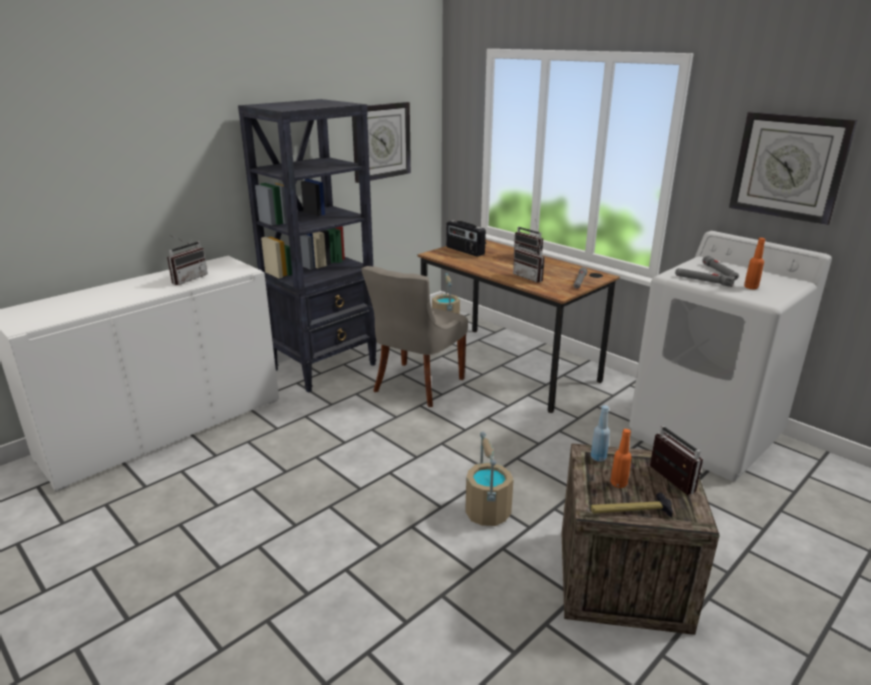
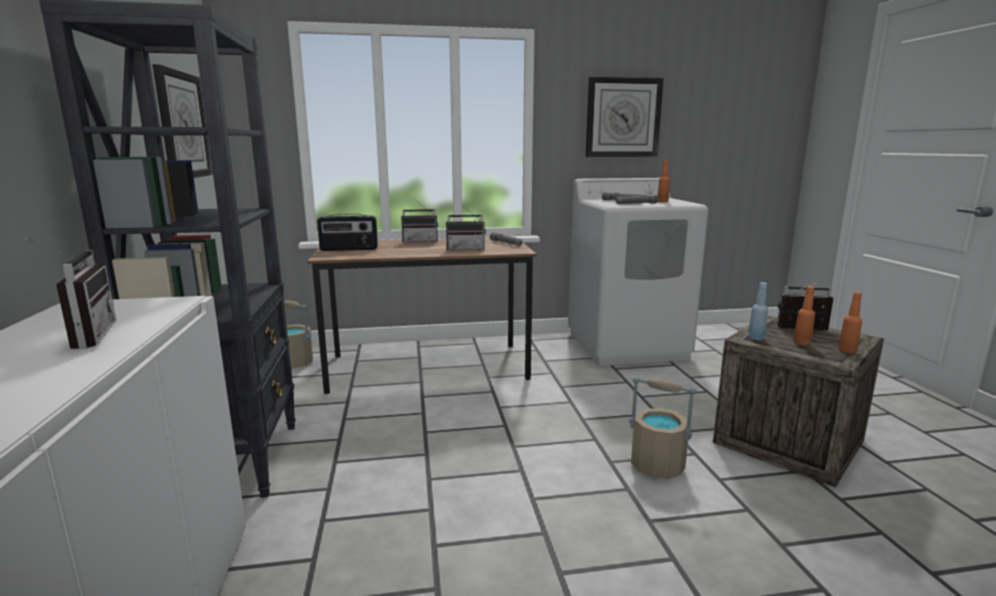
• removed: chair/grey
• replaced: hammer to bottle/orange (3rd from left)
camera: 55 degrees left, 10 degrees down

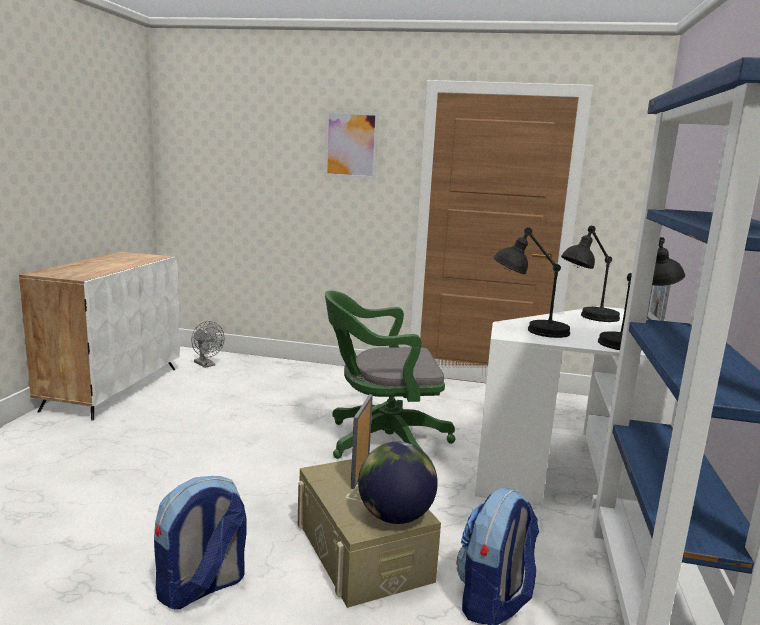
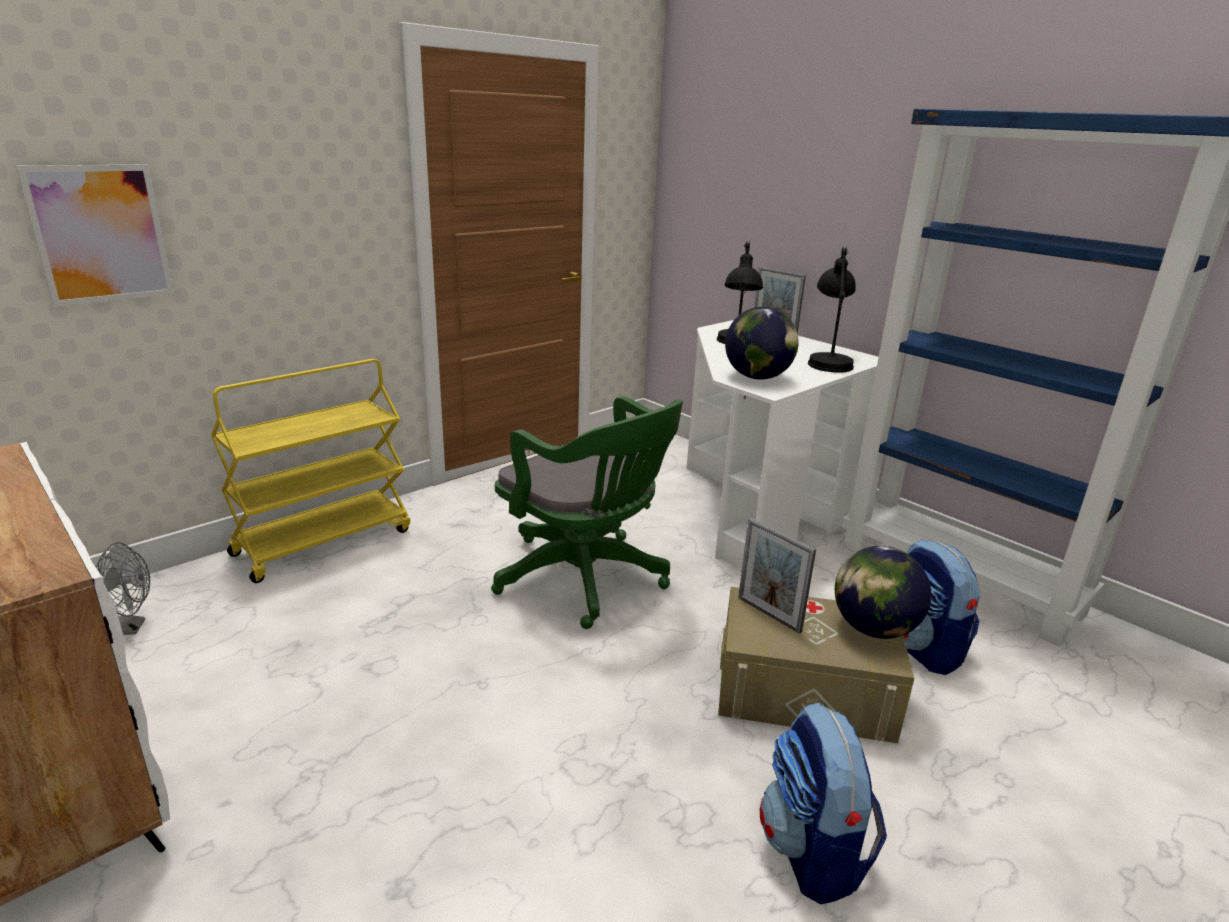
• added: cart/yellow
• moved: picture
• replaced: table lamp/black (1st from left) to globe (1st from left)
• turned: office chair/green 75 degrees counterclockwise
camera: 55 degrees left, 10 degrees up

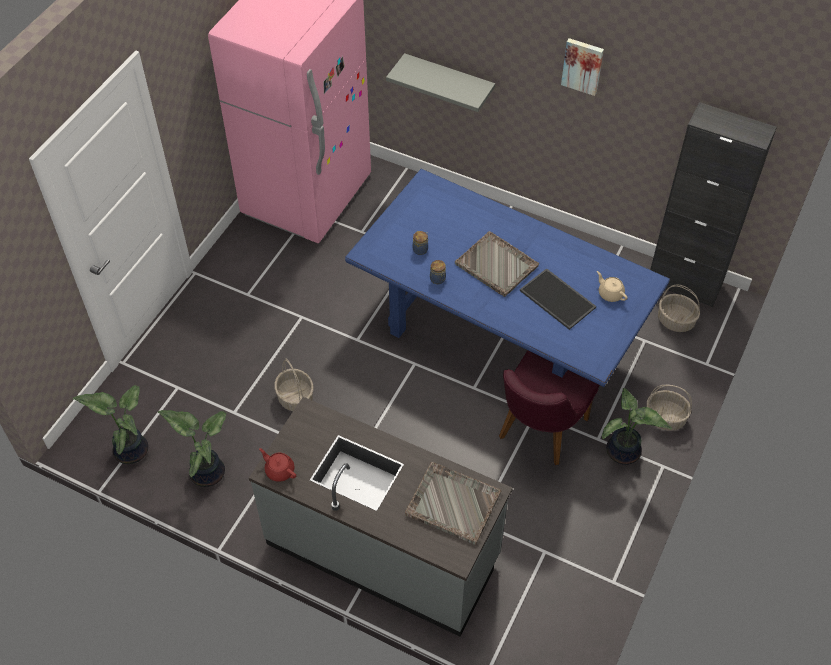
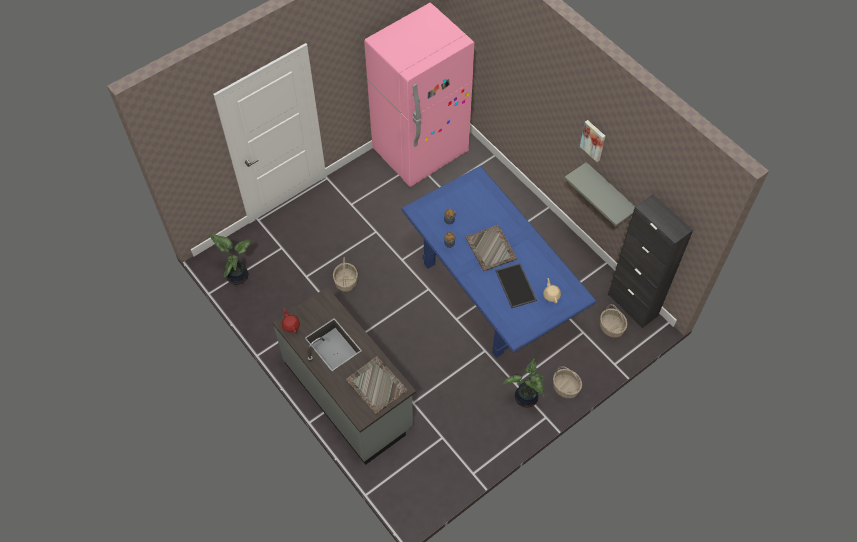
• removed: potted plant (2nd from left)
• removed: chair/purple
• moved: shelf/grey
camera: 25 degrees right, 5 degrees up

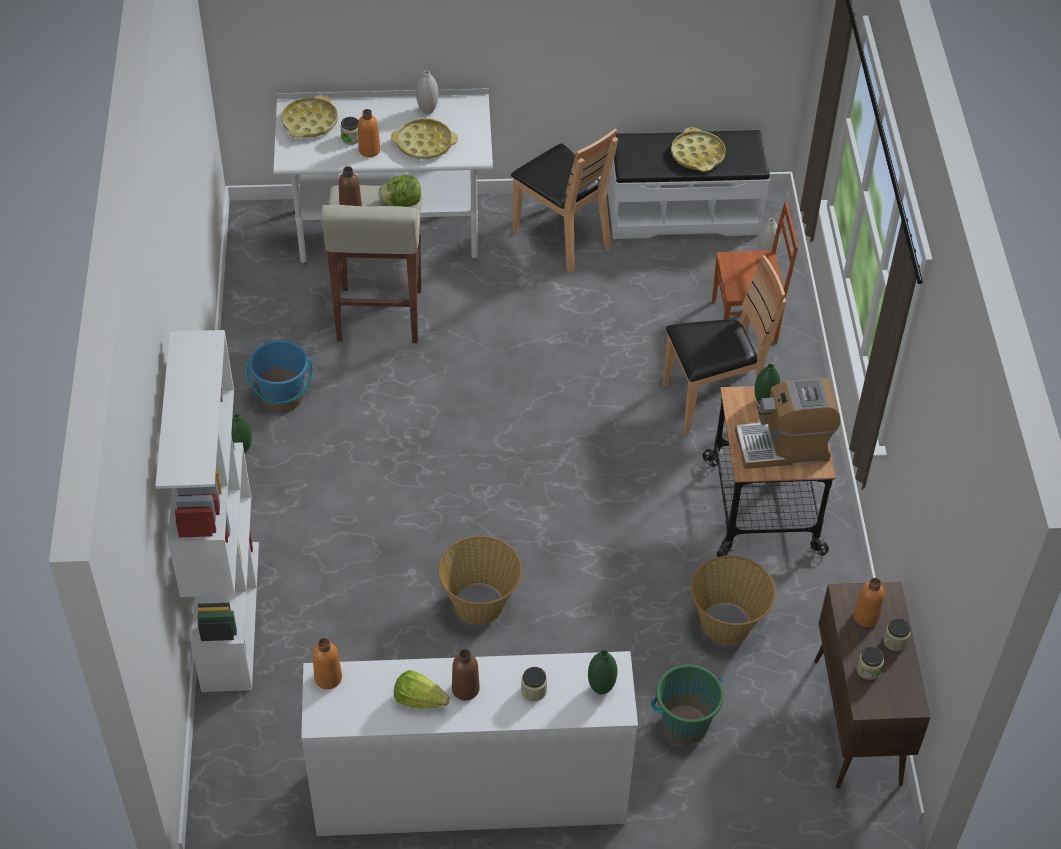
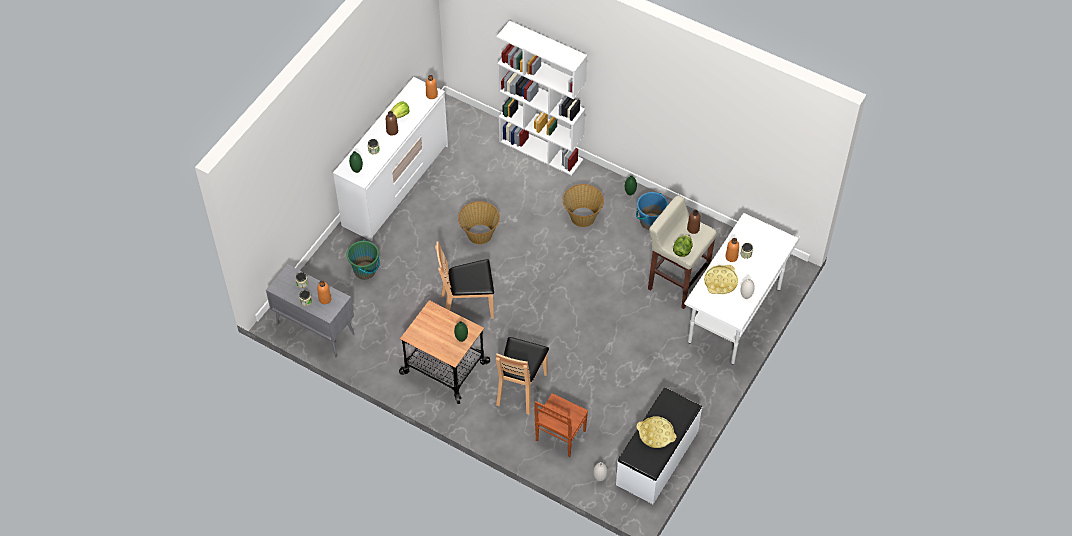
• removed: tray/yellow (1st from left)
• removed: coffee machine
• moved: chair/brown (1st from left)
• moved: basket (2nd from left)
• recoloured: cabinet/brown to cabinet/grey
camera: 125 degrees right, 5 degrees up

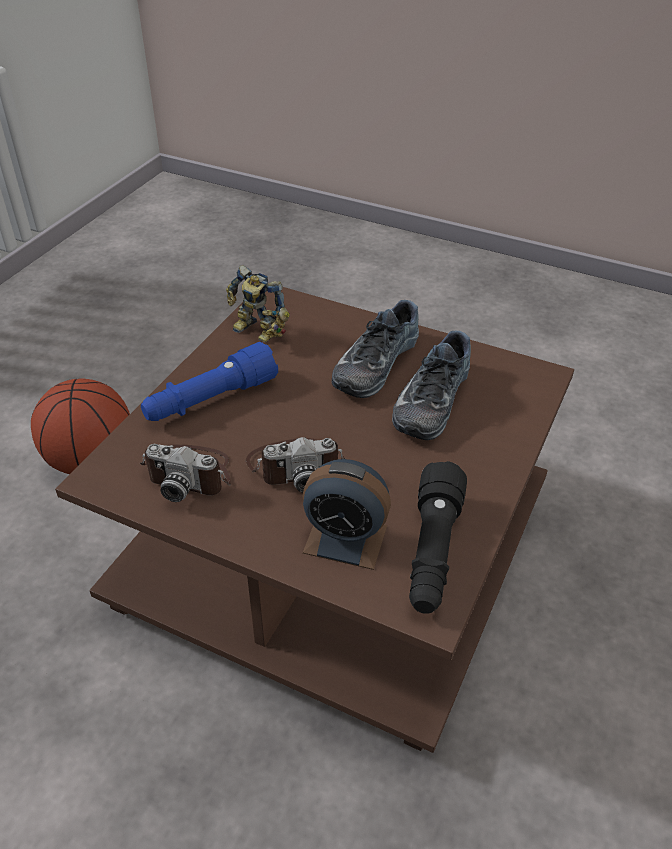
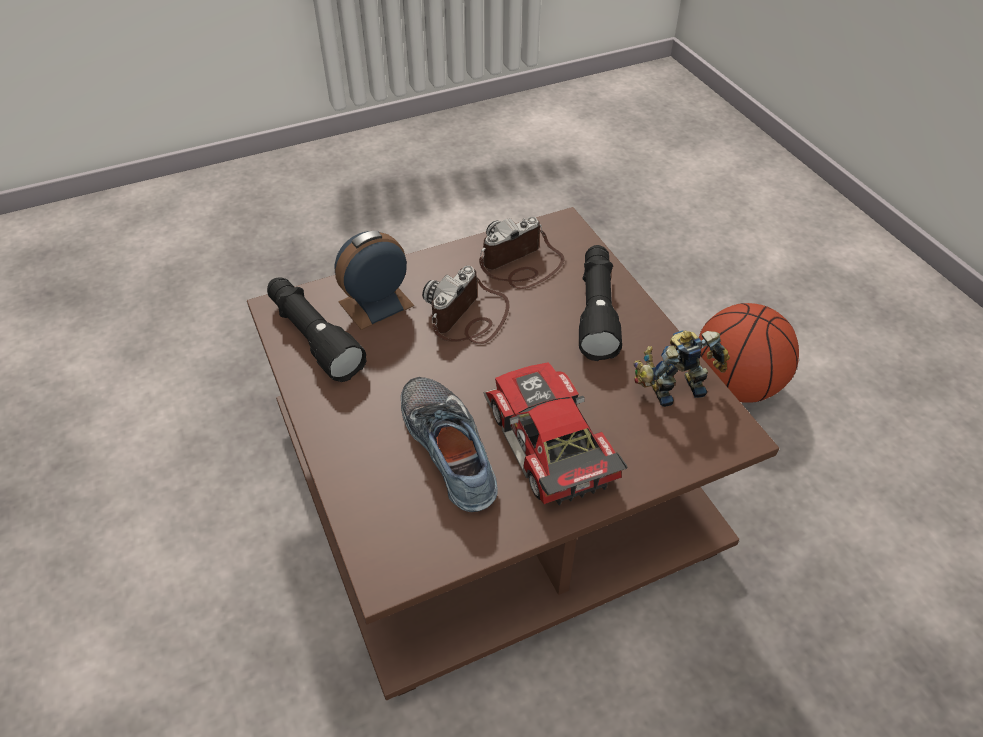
• replaced: shoe (1st from left) to toy car
• recoloured: flashlight/blue to flashlight/black (2nd from left)
camera: 130 degrees right, 5 degrees up

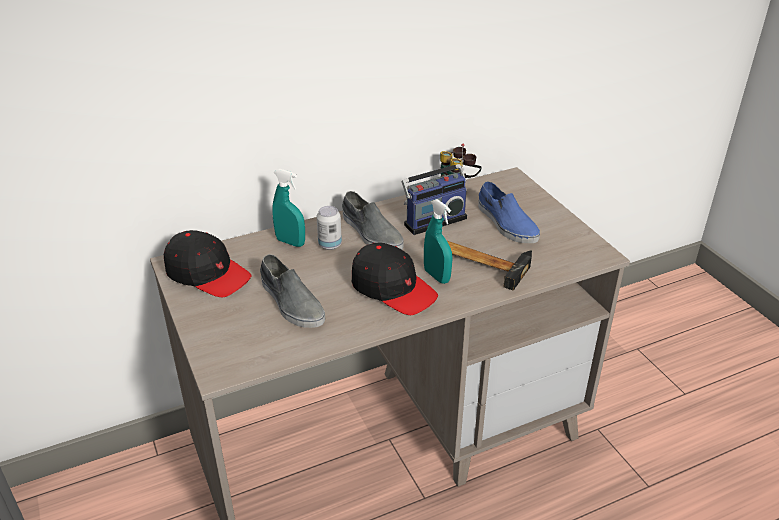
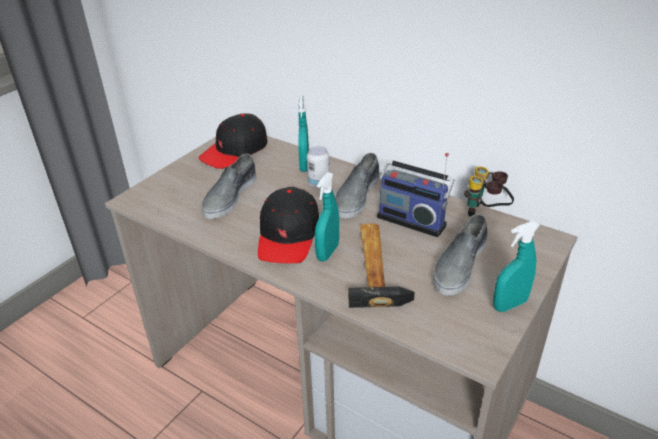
• added: spray bottle/turquoise (3rd from left)
• recoloured: shoe/blue to shoe/grey (3rd from left)
• turned: cap/black (1st from left) 45 degrees clockwise
camera: 60 degrees right, 0 degrees up

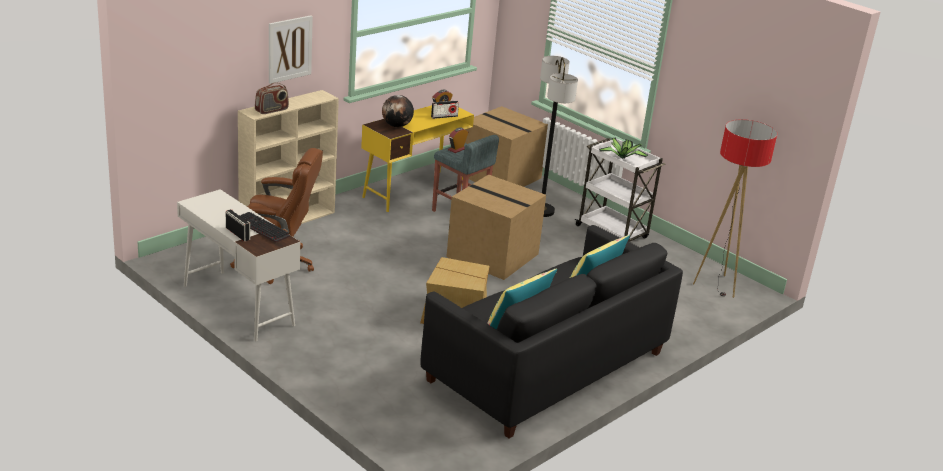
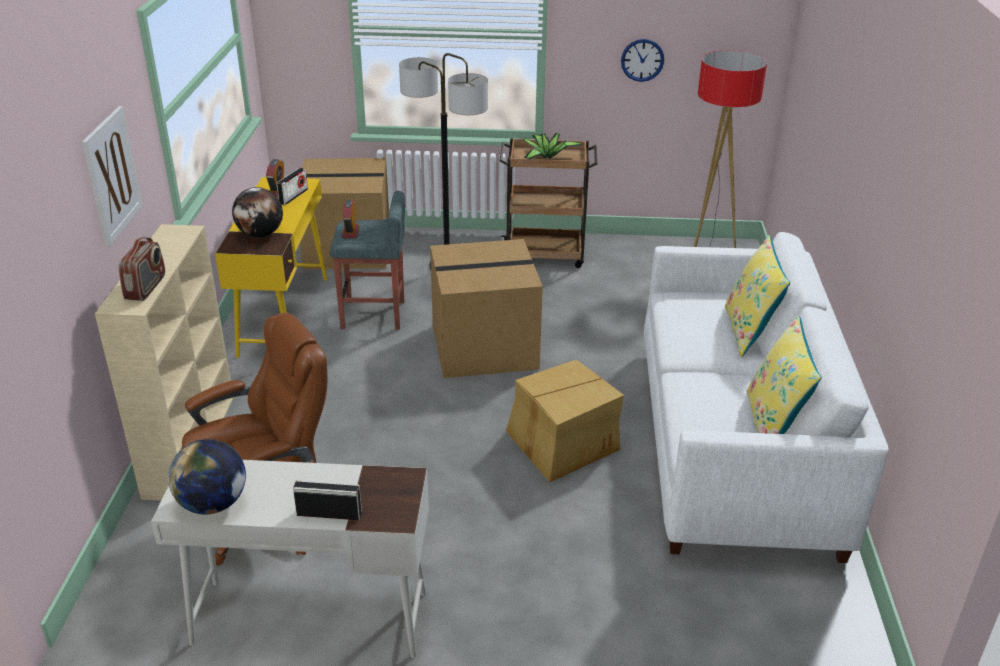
• removed: keyboard
• added: globe (1st from left)
• added: wall clock
• recoloured: sofa/black to sofa/white
• recoloured: cart/white to cart/brown
camera: 40 degrees left, 5 degrees up

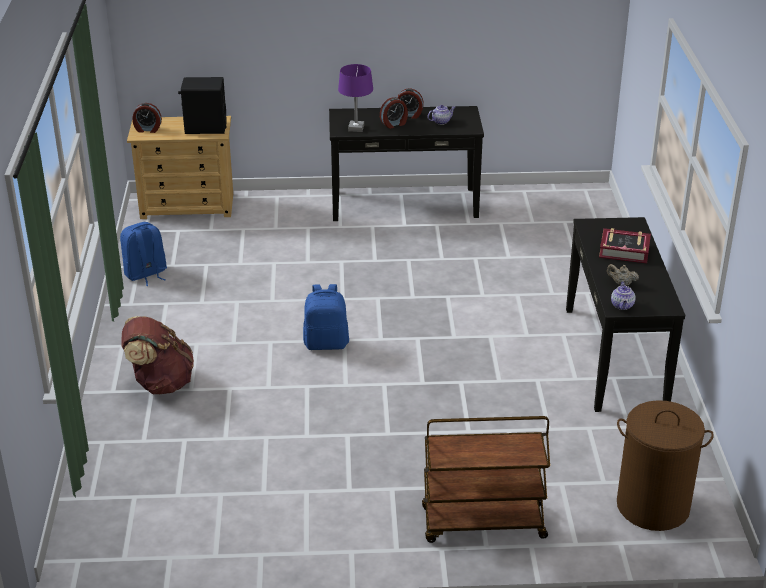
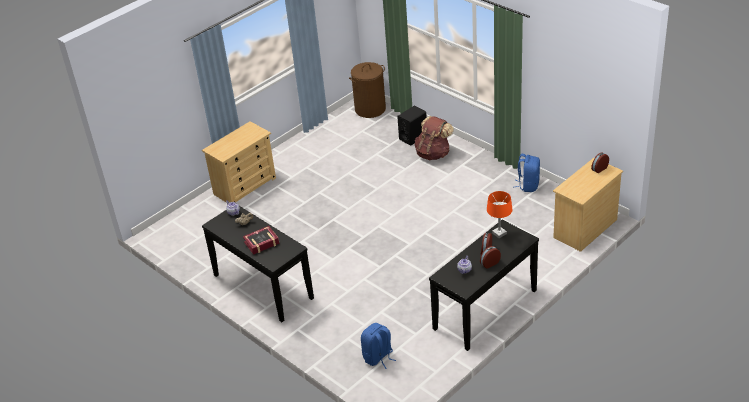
• moved: speaker/black
• moved: backpack/blue (2nd from left in the first image) to backpack/blue (1st from left)
• moved: laundry basket/brown
• replaced: cart/brown to dresser/beige (1st from left)
• recoloured: table lamp/purple to table lamp/orange
camera: 140 degrees right, 5 degrees up

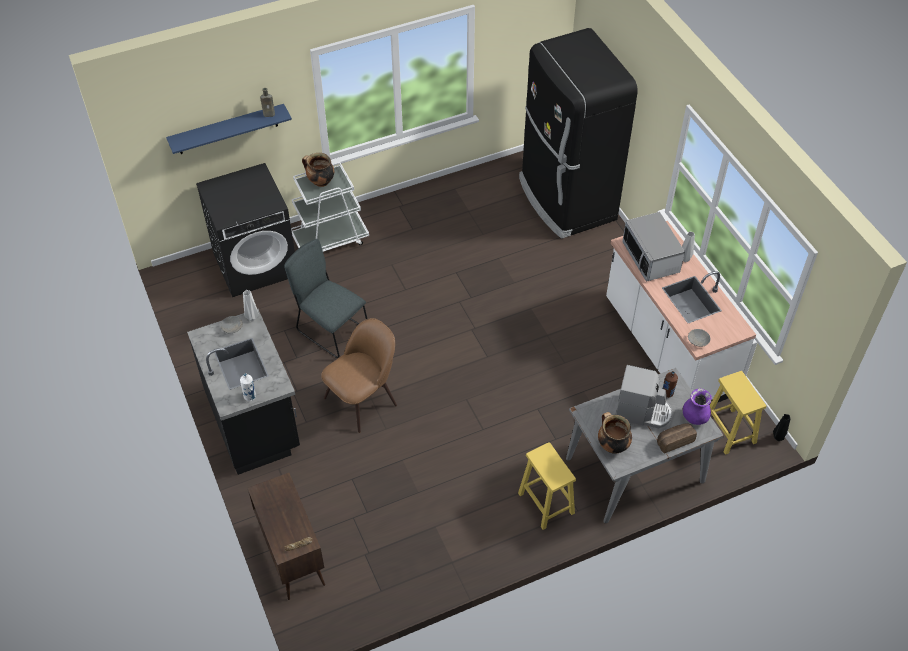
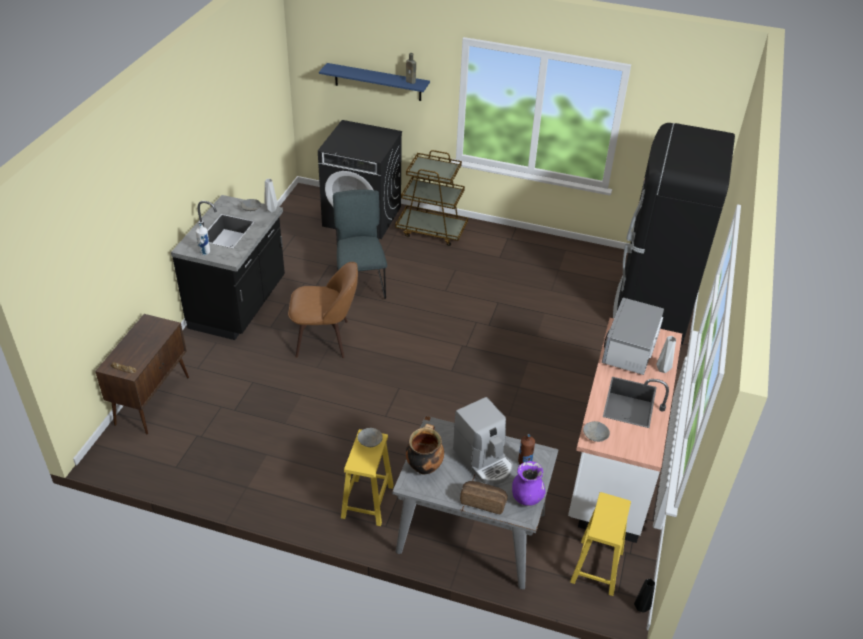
• removed: cooking pot (1st from left)
• added: bowl/grey (2nd from left)
• recoloured: cart/white to cart/brown
camera: 40 degrees right, 10 degrees down

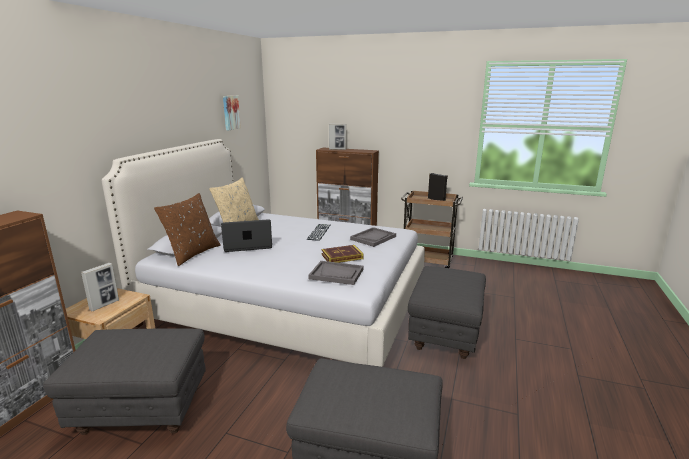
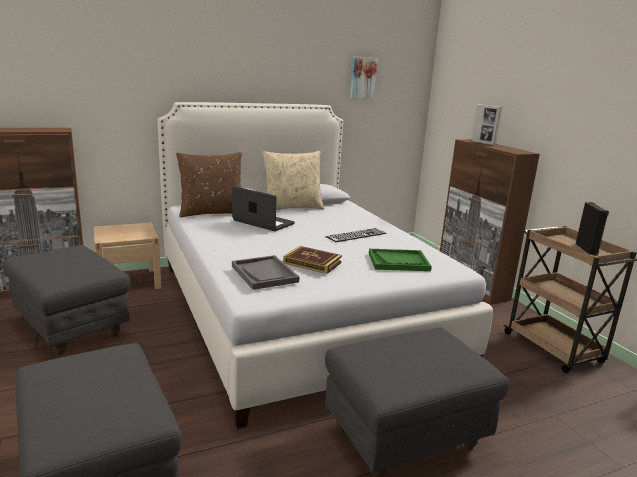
• removed: picture frame (1st from left)
• recoloured: tray/grey (2nd from left) to tray/green
camera: 45 degrees right, 0 degrees up

